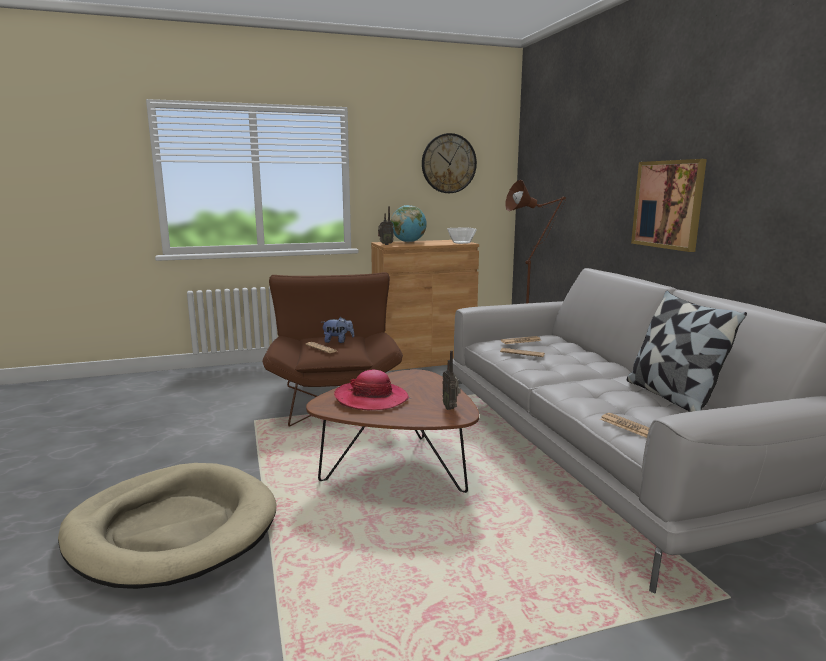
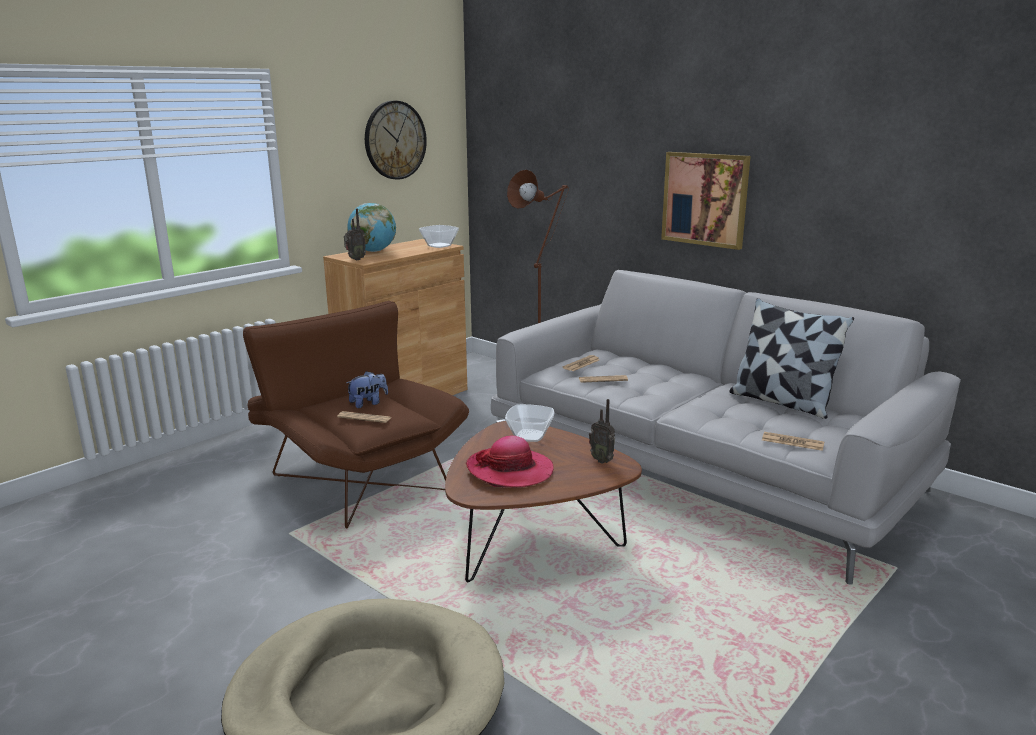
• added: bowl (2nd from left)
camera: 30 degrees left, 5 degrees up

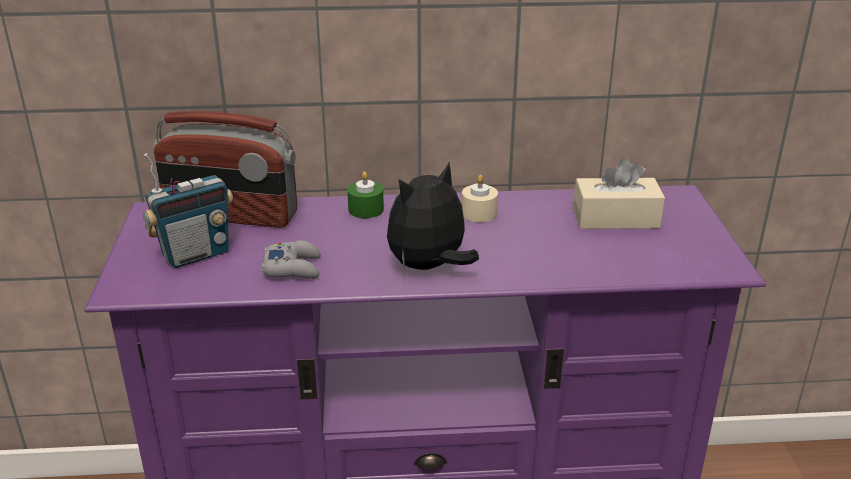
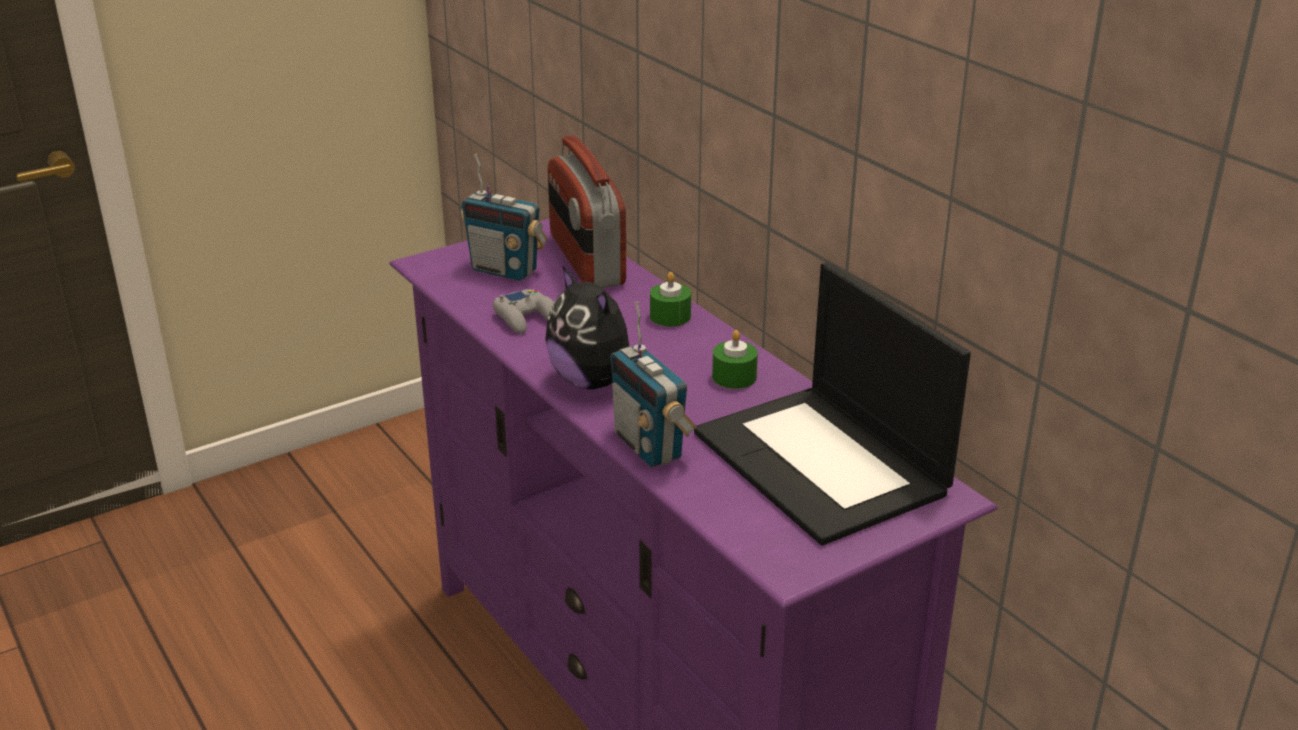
• added: radio (3rd from left)
• replaced: tissue box/beige to laptop
• recoloured: candle/beige to candle/green (2nd from left)
• turned: plush toy 150 degrees counterclockwise
camera: 60 degrees right, 0 degrees up

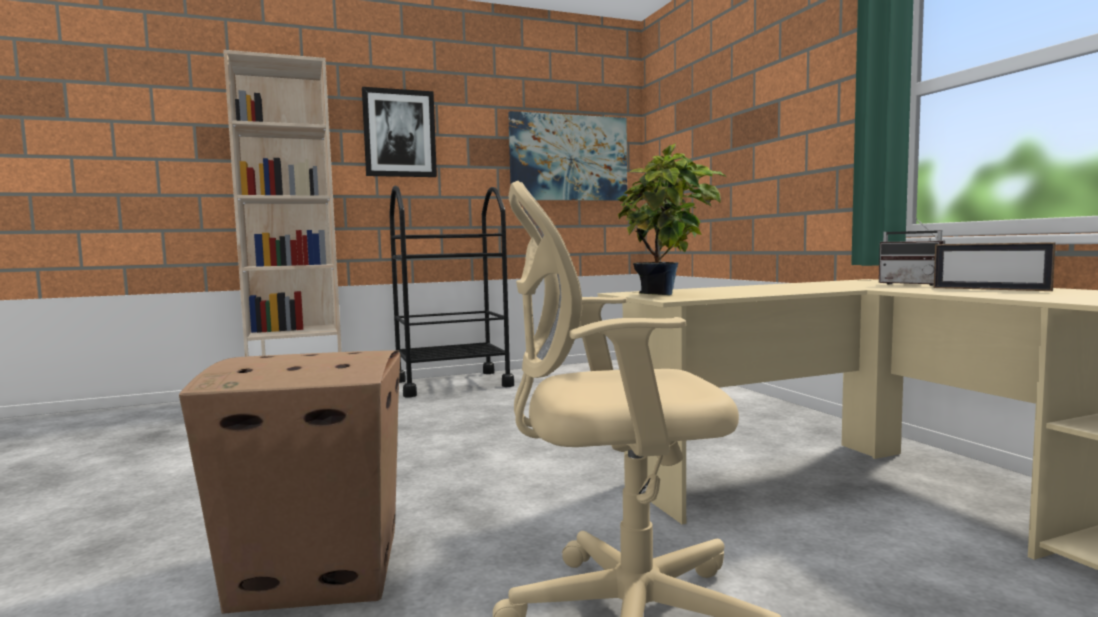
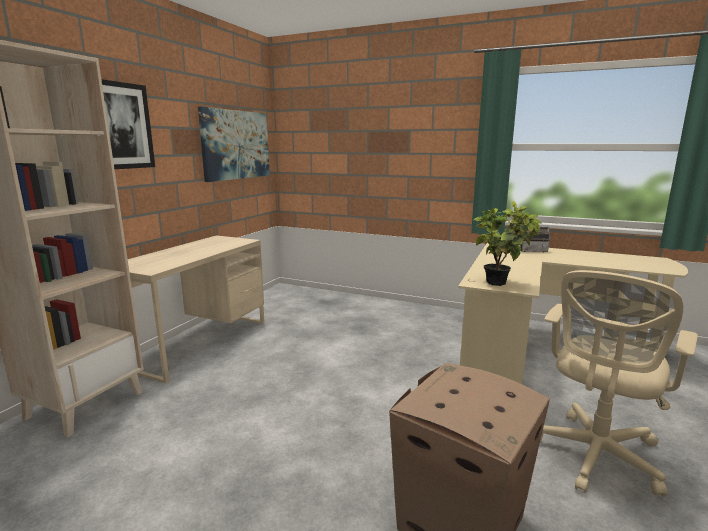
• removed: picture frame
• replaced: cart/black to desk/beige (1st from left)
camera: 45 degrees left, 10 degrees up

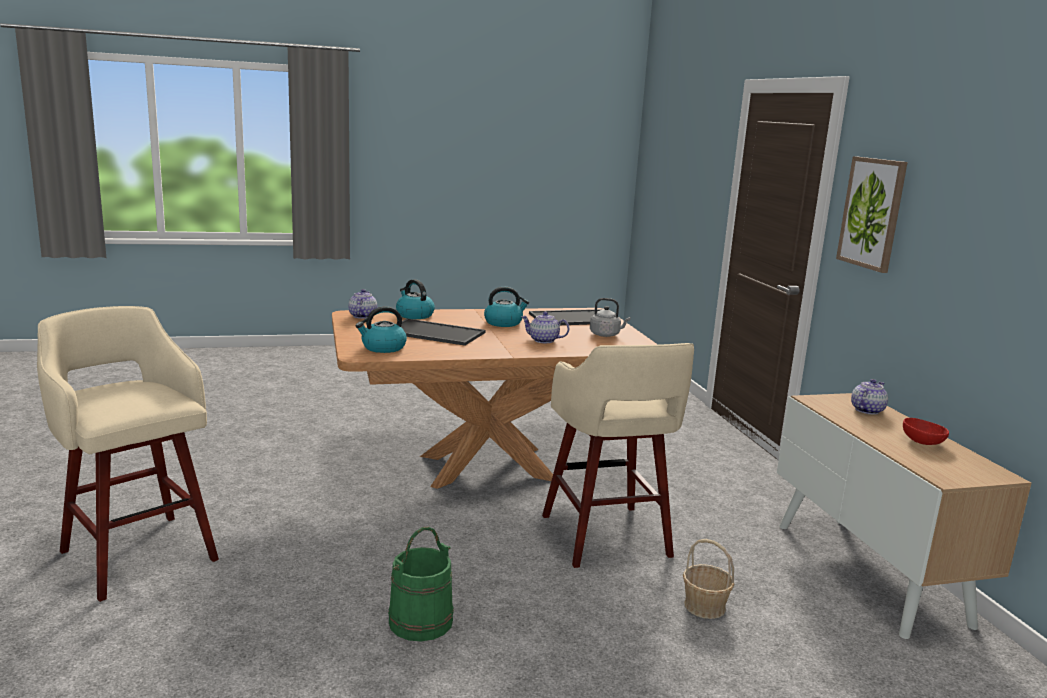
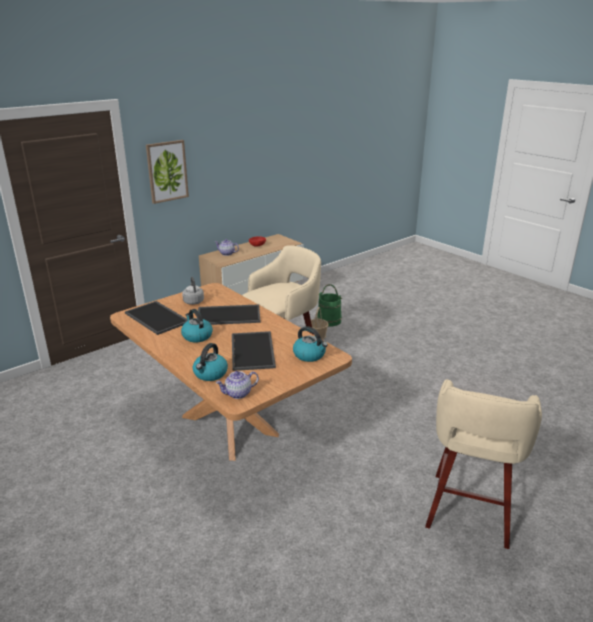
• moved: bucket/green
• replaced: teapot (2nd from left) to tray (2nd from left)
camera: 115 degrees left, 10 degrees up

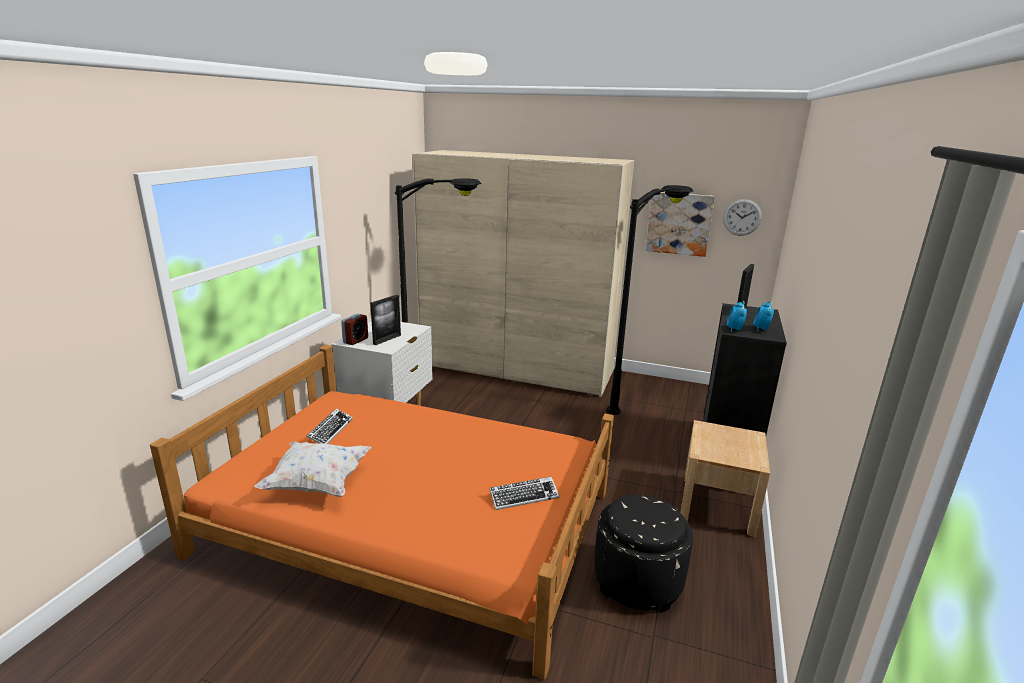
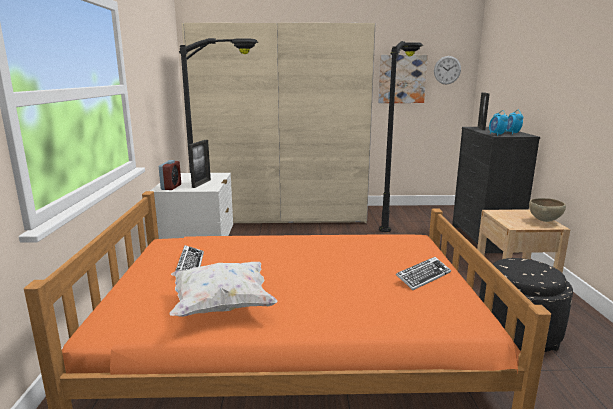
• added: bowl/brown
camera: 20 degrees left, 5 degrees down

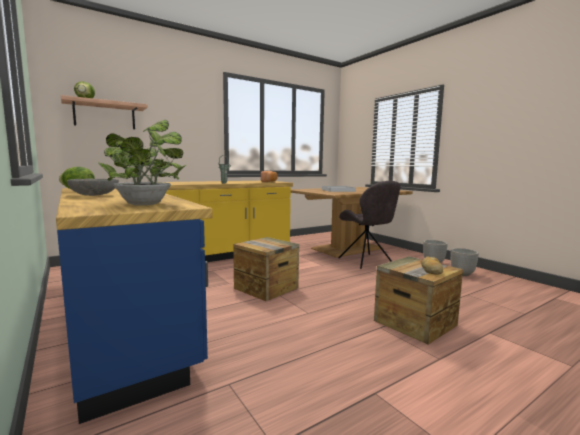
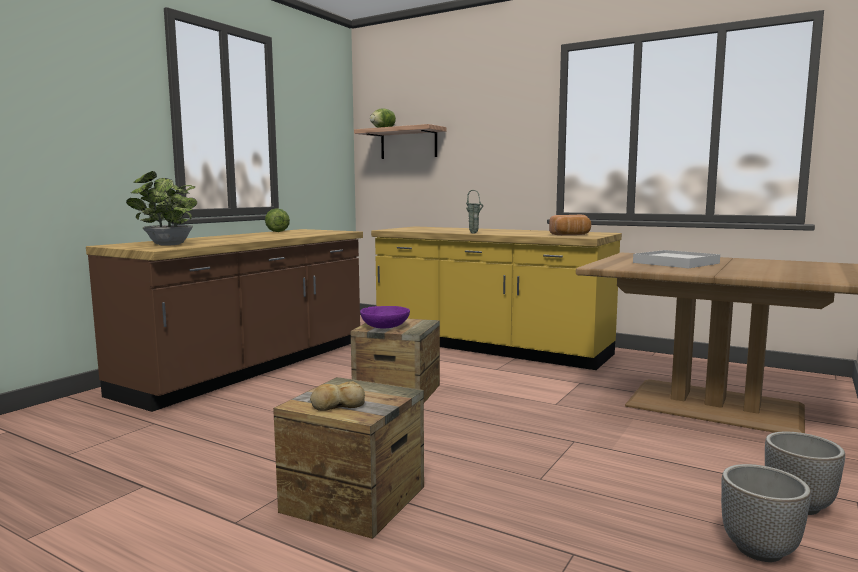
• removed: bowl/grey
• removed: chair/grey
• added: bowl/purple
• recoloured: counter/blue to counter/brown
camera: 65 degrees right, 0 degrees up

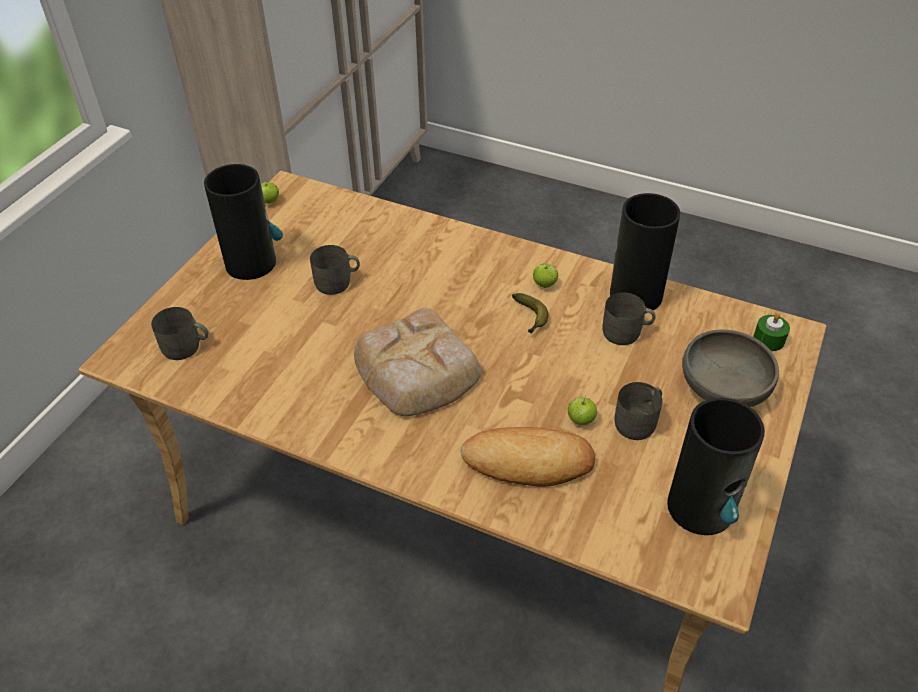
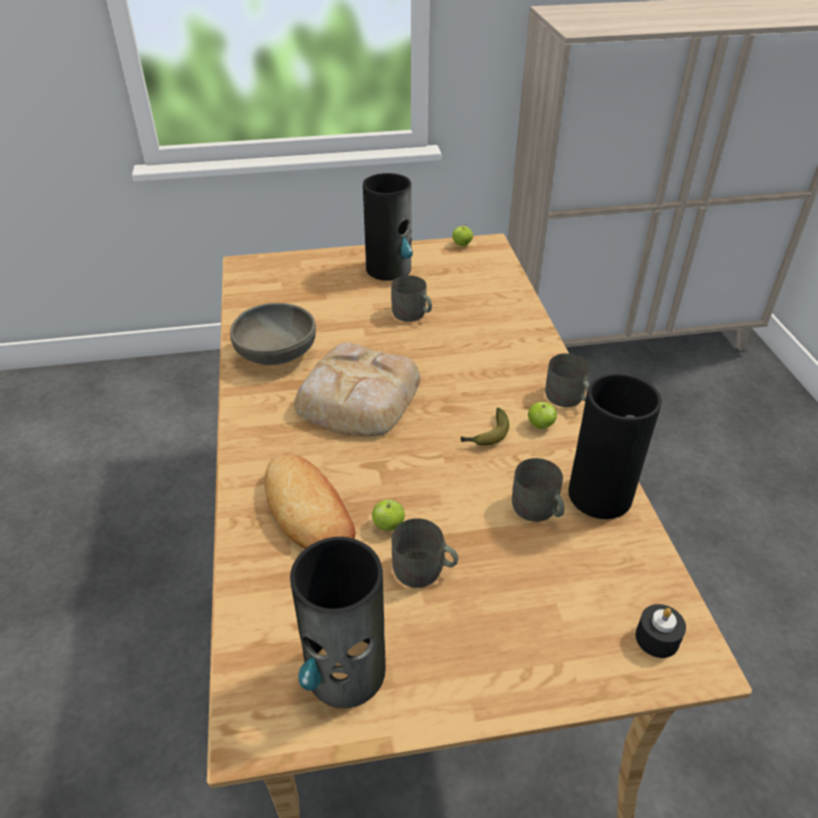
• moved: mug/grey (1st from left in the first image) to mug/grey (4th from left)
• moved: bowl/grey
• recoloured: candle/green to candle/black
camera: 55 degrees right, 5 degrees down

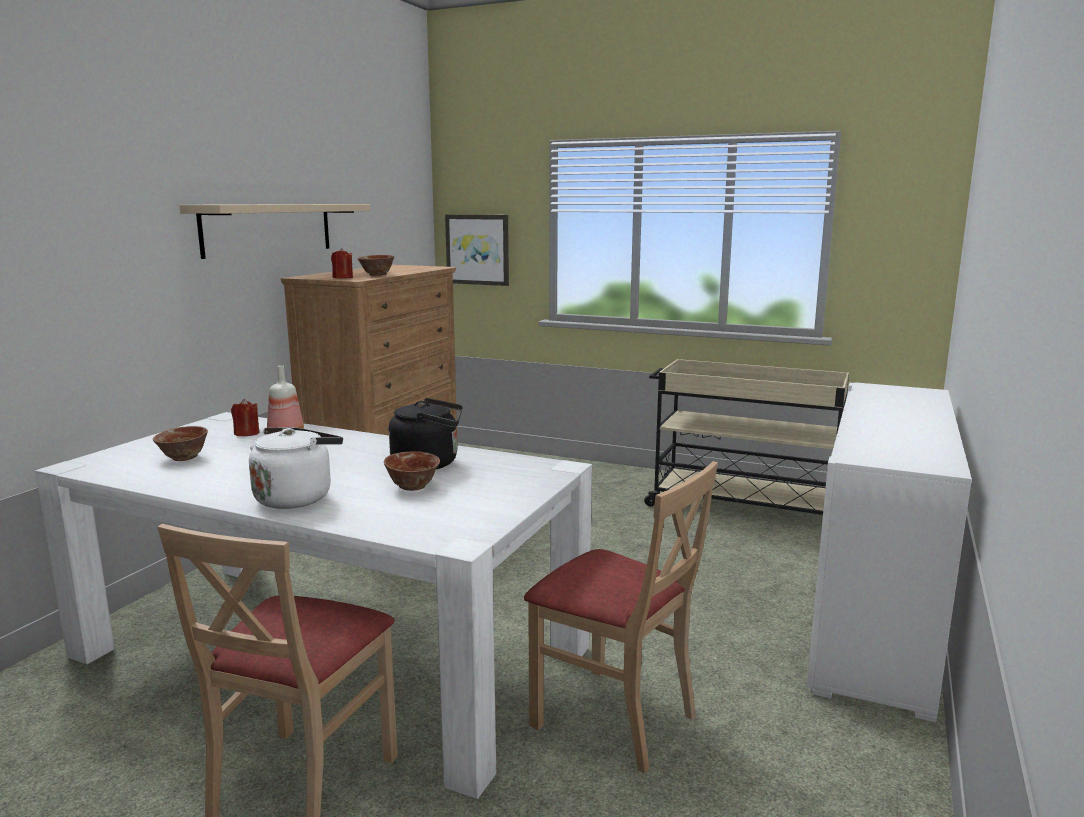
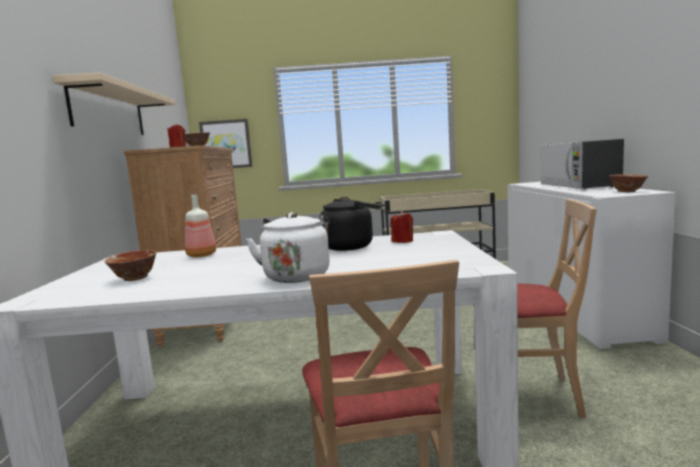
• added: microwave
• moved: candle/red (1st from left in the first image) to candle/red (2nd from left)
• moved: bowl (3rd from left)
camera: 25 degrees left, 5 degrees down

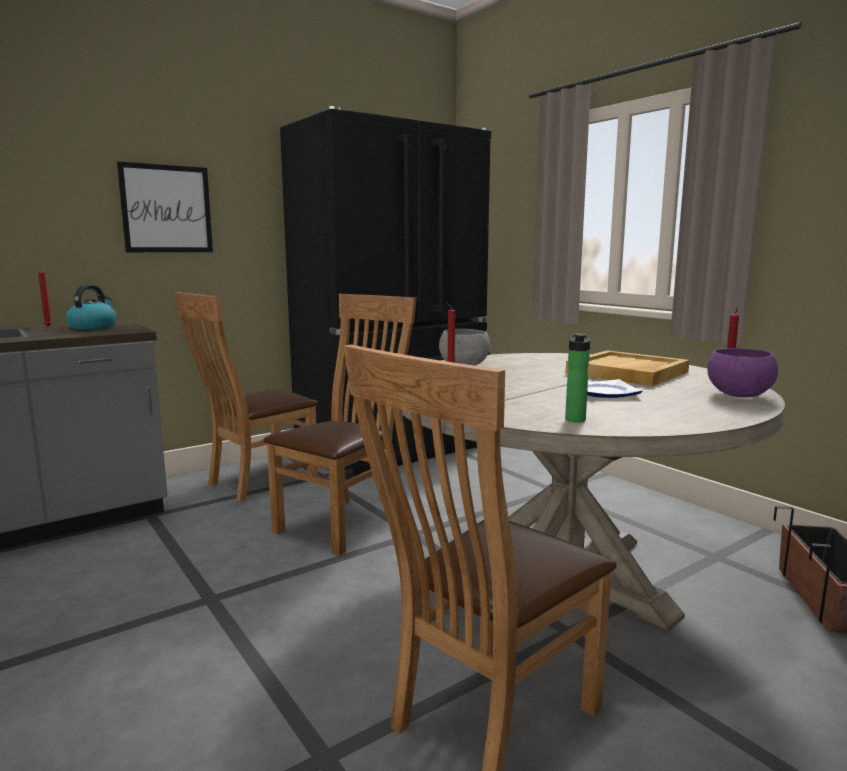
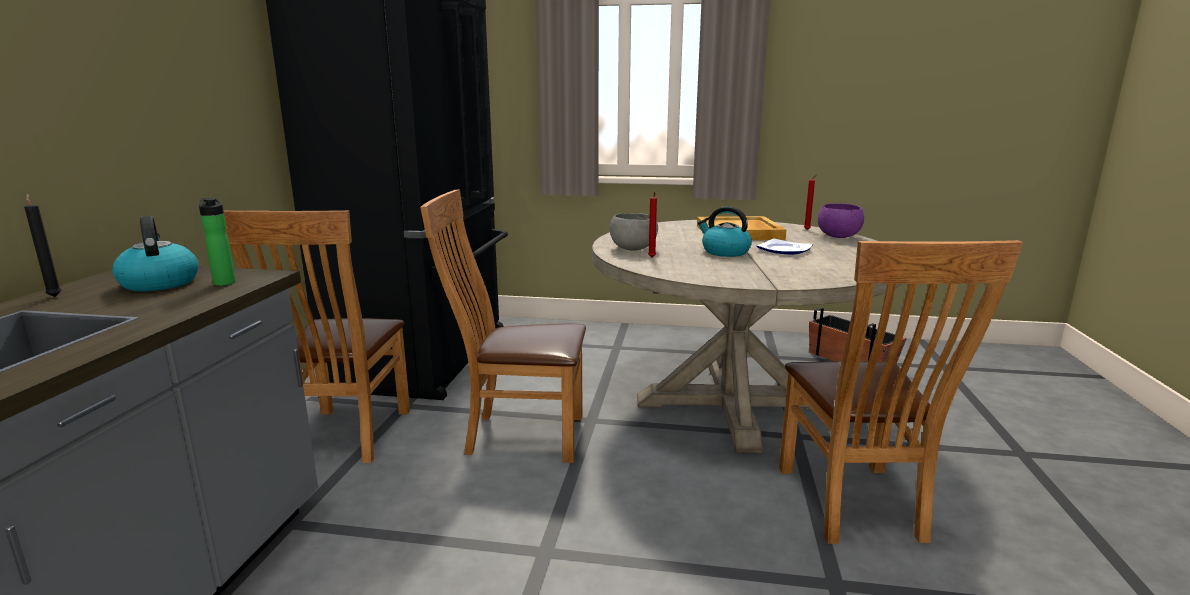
• removed: picture
• added: kettle (2nd from left)
• moved: bottle
• recoloured: candle/red (1st from left) to candle/black
• turned: chair/brown (2nd from left) 75 degrees counterclockwise
camera: 45 degrees left, 5 degrees up

